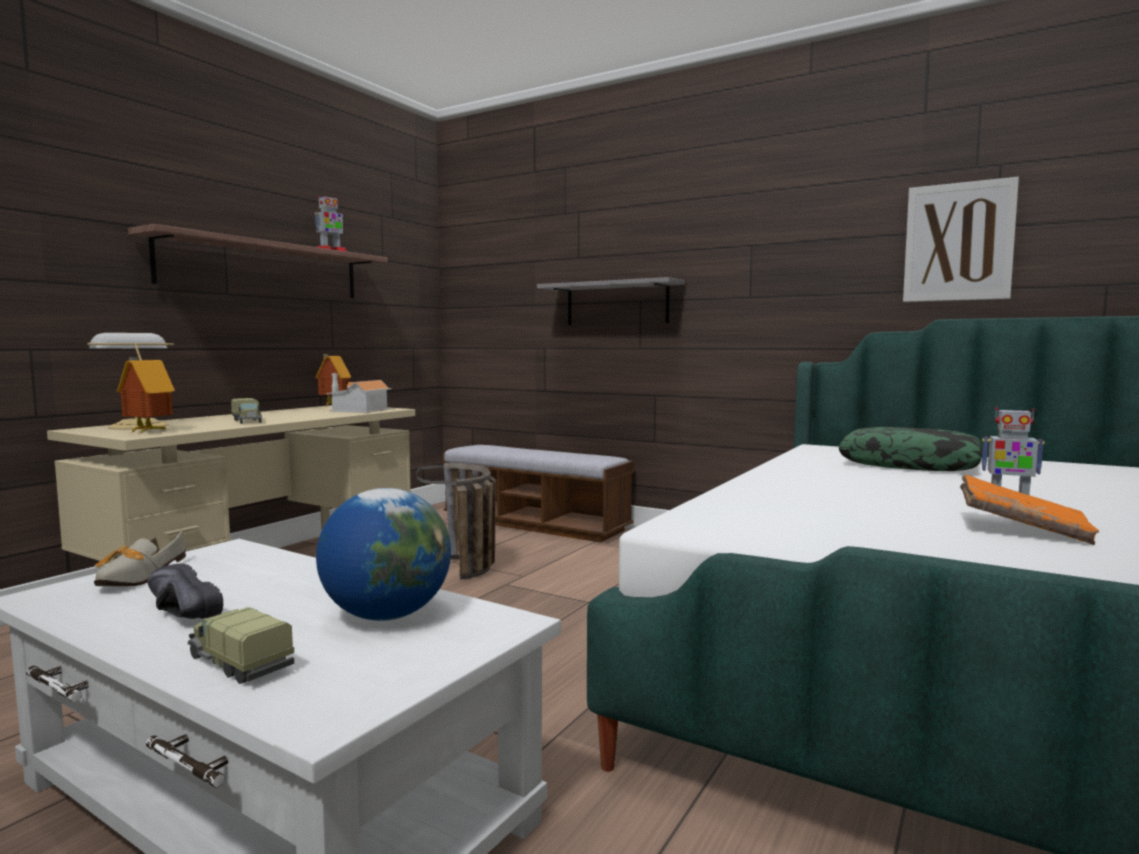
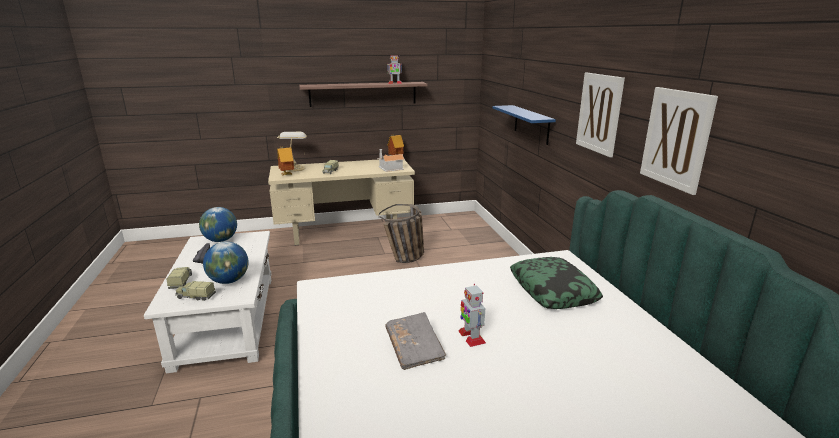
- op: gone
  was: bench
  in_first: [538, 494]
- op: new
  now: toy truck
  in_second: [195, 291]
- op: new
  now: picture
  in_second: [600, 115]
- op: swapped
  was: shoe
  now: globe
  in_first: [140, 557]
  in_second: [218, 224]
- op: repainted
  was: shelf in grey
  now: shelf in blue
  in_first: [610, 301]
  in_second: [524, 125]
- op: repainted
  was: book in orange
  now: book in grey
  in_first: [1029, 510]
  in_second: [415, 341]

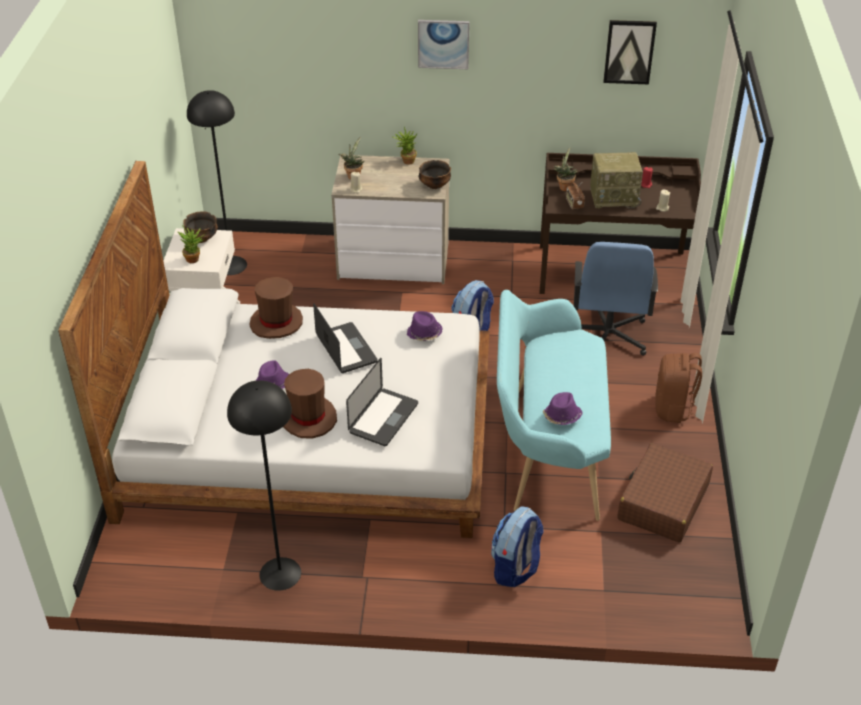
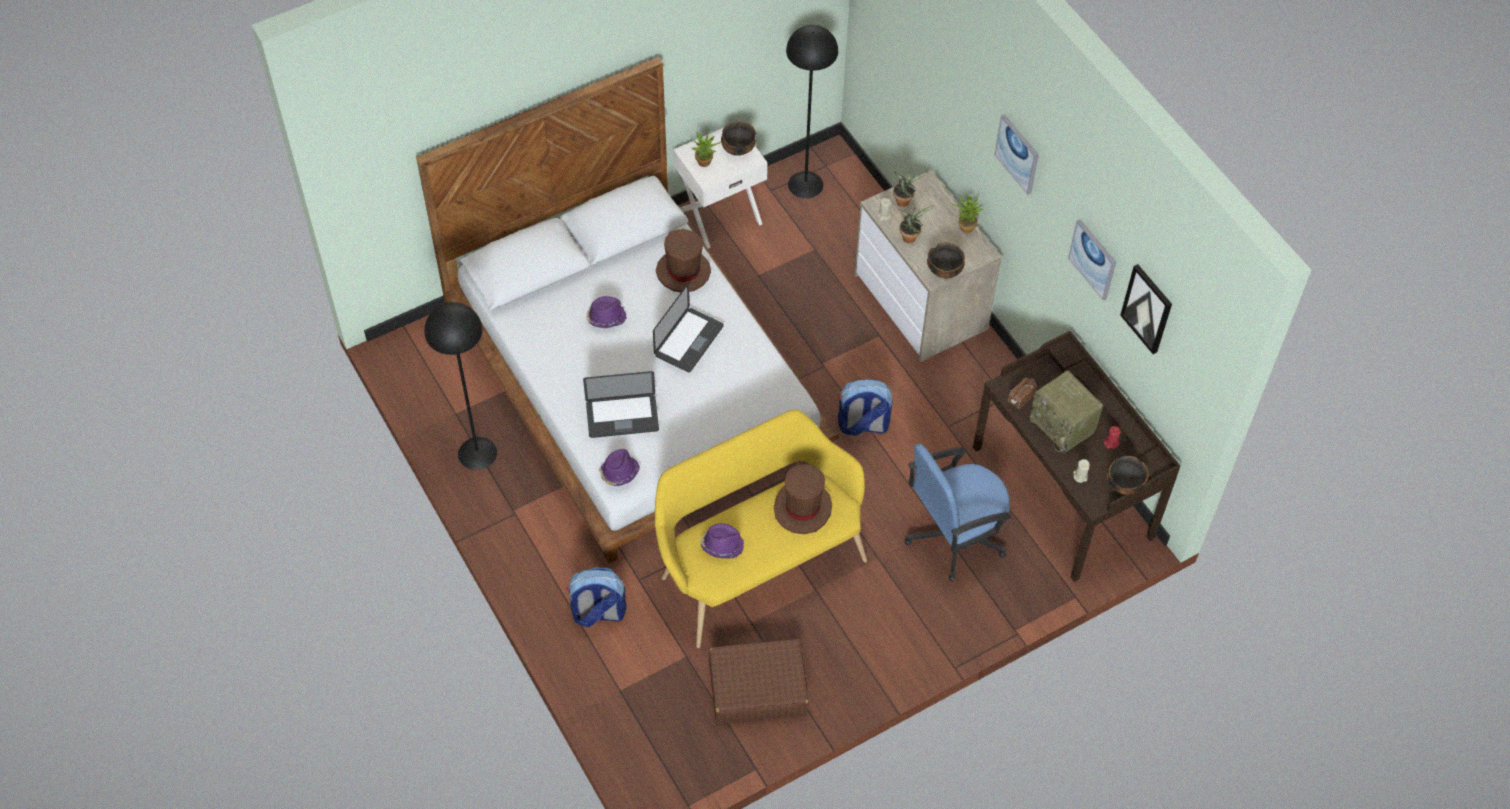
- op: gone
  was: backpack in brown
  in_first: [678, 388]
- op: new
  now: picture
  in_second: [1092, 260]
- op: new
  now: bowl
  in_second: [1127, 475]
- op: shifted
  was: hat in brown
  in_first: [310, 403]
  in_second: [803, 499]
- op: shifted
  was: hat in purple
  in_first: [425, 326]
  in_second: [619, 467]
- op: shifted
  was: potted plant
  in_first: [565, 169]
  in_second: [916, 224]
- op: repainted
  was: bench in turquoise
  now: bench in yellow
  in_first: [554, 405]
  in_second: [761, 529]

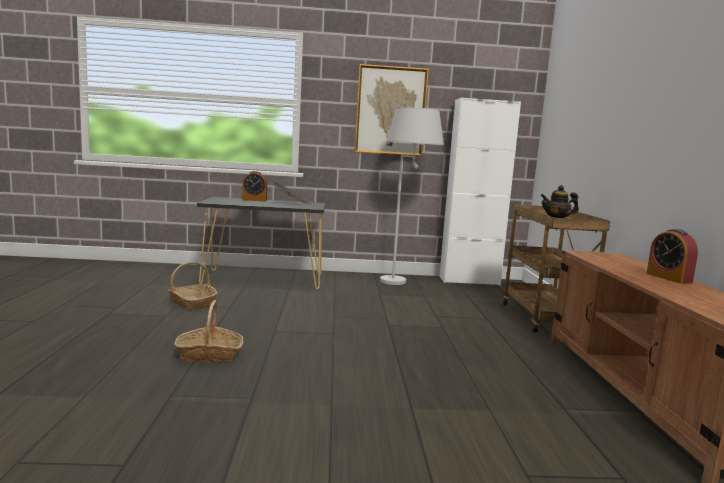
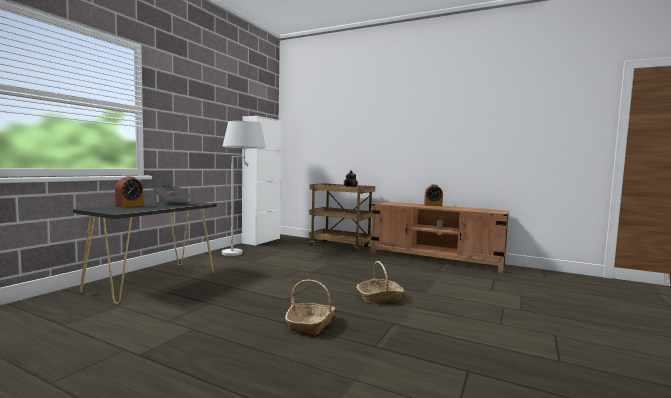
- op: gone
  was: picture
  in_first: [392, 110]
- op: shifted
  was: basket
  in_first: [192, 286]
  in_second: [380, 282]

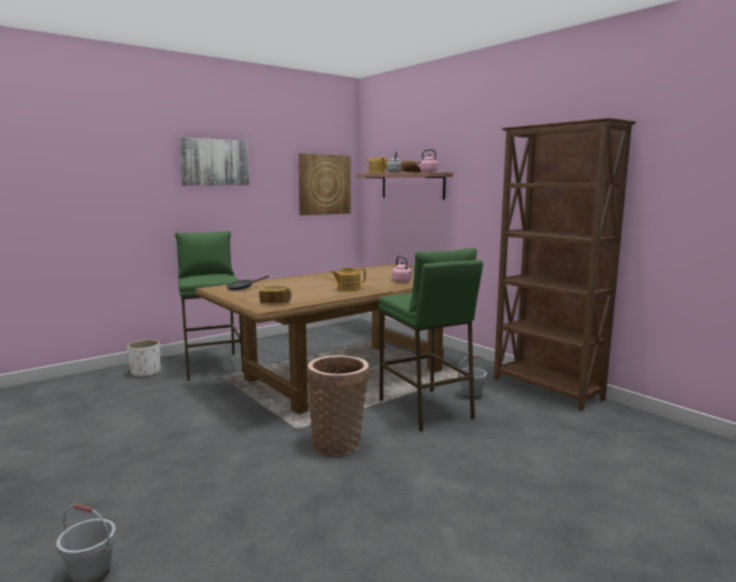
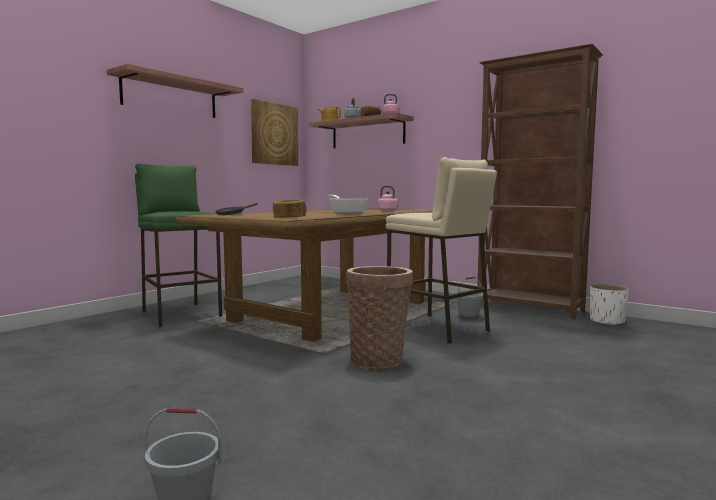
- op: shifted
  was: planter in white
  in_first: [144, 358]
  in_second: [609, 305]
- op: swapped
  was: picture
  now: shelf
  in_first: [214, 161]
  in_second: [175, 91]
- op: swapped
  was: teapot
  now: frying pan
  in_first: [348, 280]
  in_second: [347, 205]
- op: repainted
  was: stool in green
  now: stool in beige
  in_first: [430, 339]
  in_second: [441, 250]

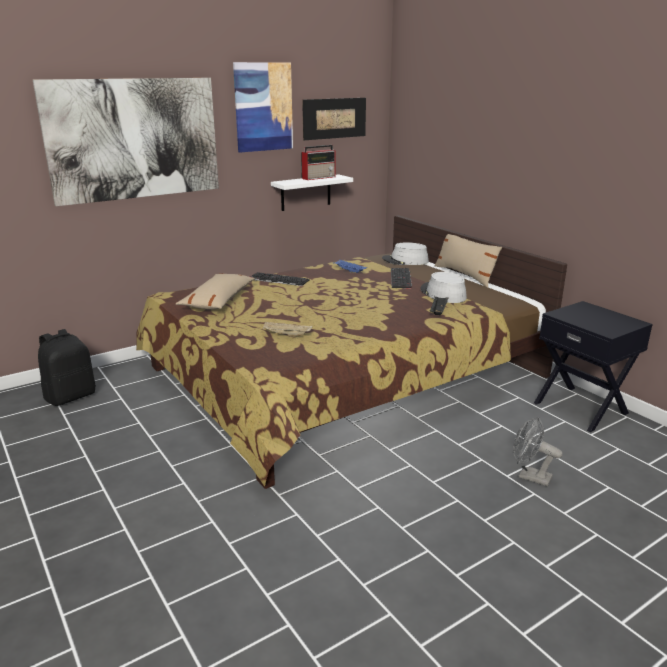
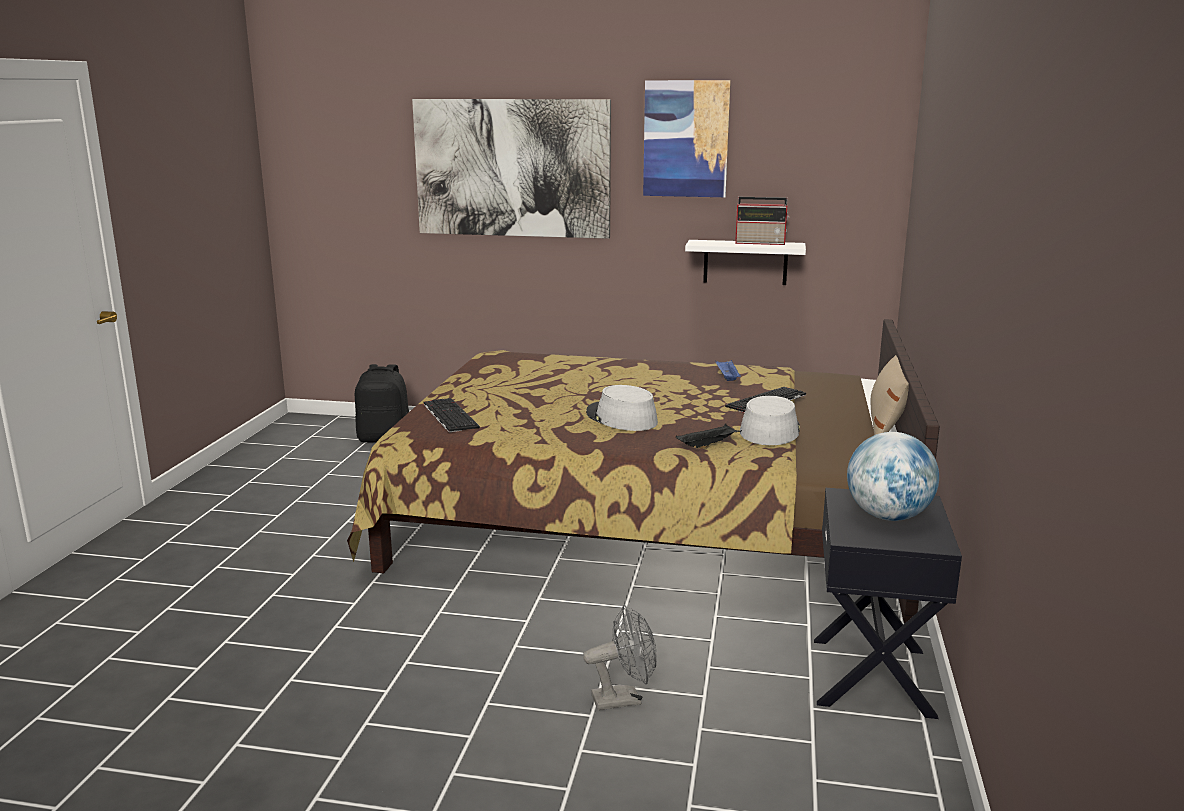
- op: gone
  was: pillow in beige
  in_first: [215, 292]
- op: gone
  was: tray in beige
  in_first: [288, 329]
- op: gone
  was: picture
  in_first: [334, 119]
- op: new
  now: globe
  in_second: [893, 476]
- op: shifted
  was: keyboard
  in_first: [280, 279]
  in_second: [452, 415]
- op: shifted
  was: hat in grey
  in_first: [405, 253]
  in_second: [622, 408]
- op: rotated
  was: fan in grey
  in_first: [538, 451]
  in_second: [620, 657]
  clockwise: 90

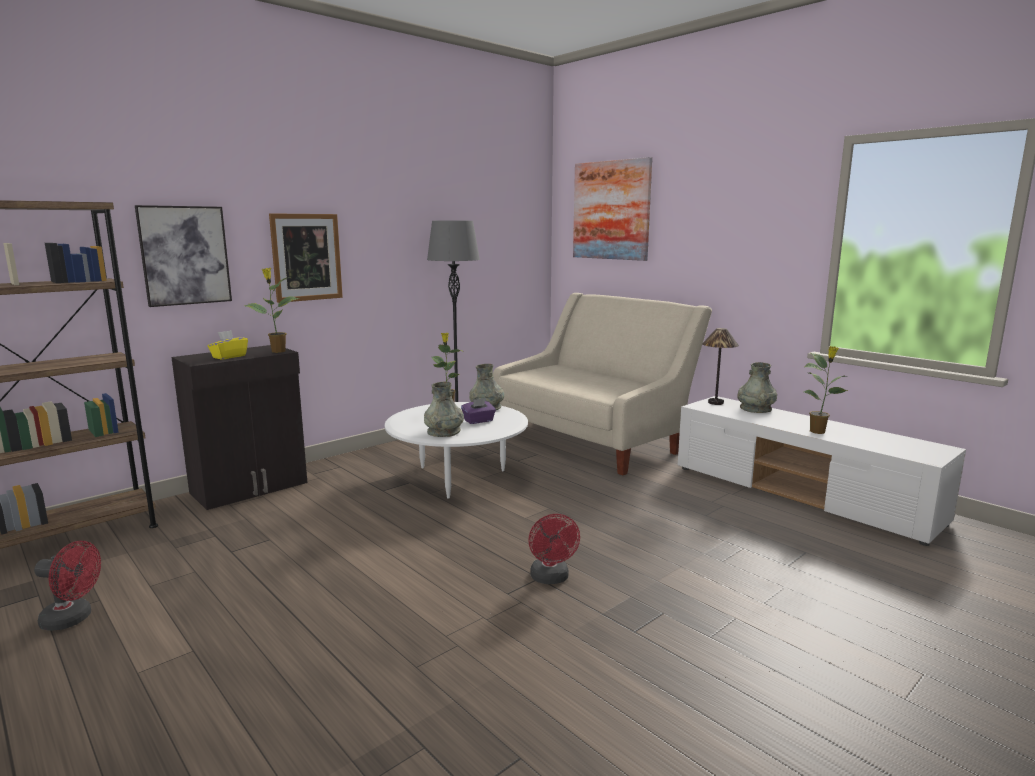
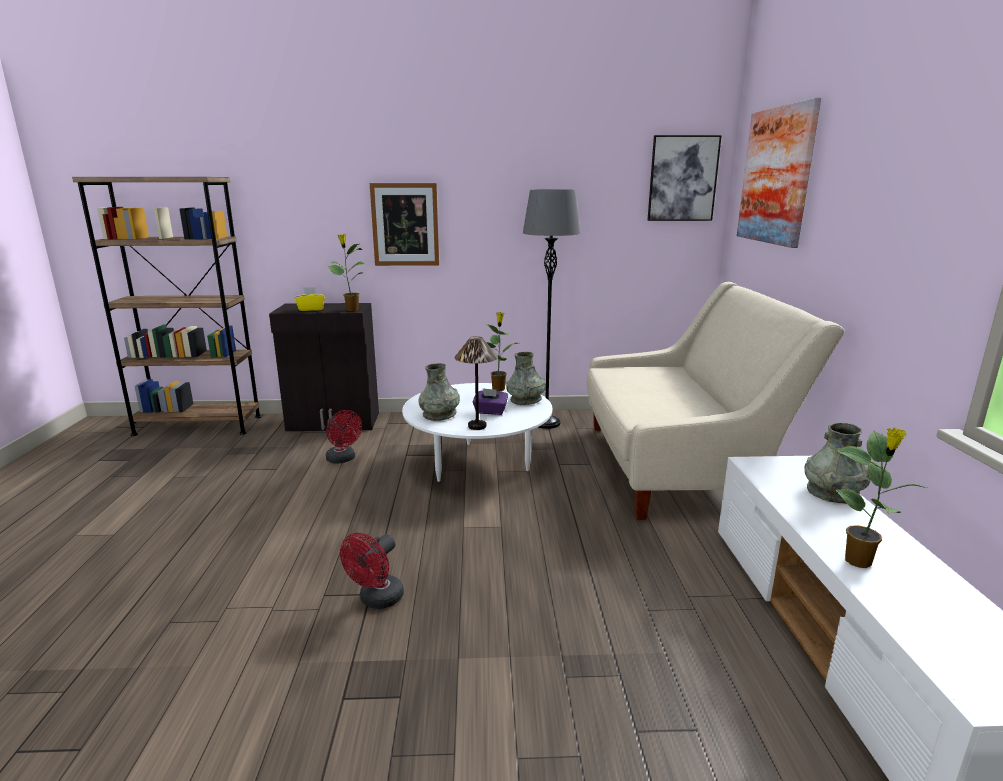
- op: shifted
  was: fan in red
  in_first: [67, 586]
  in_second: [344, 437]
- op: shifted
  was: picture
  in_first: [183, 256]
  in_second: [684, 178]
- op: shifted
  was: table lamp
  in_first: [720, 366]
  in_second: [476, 383]

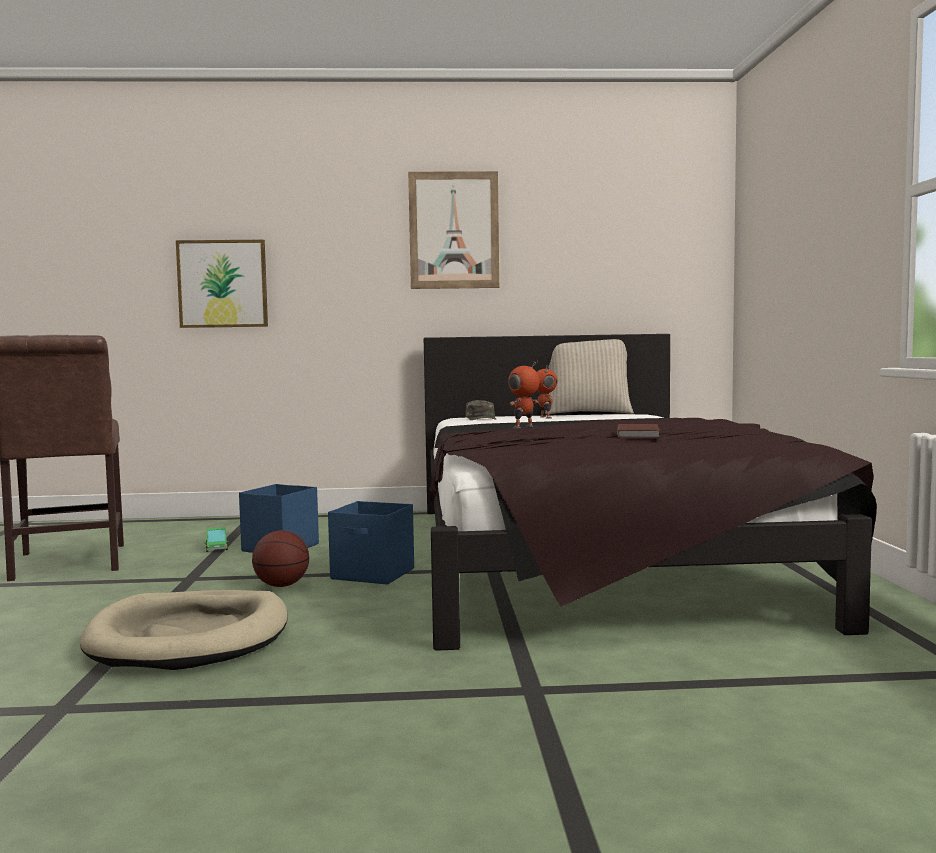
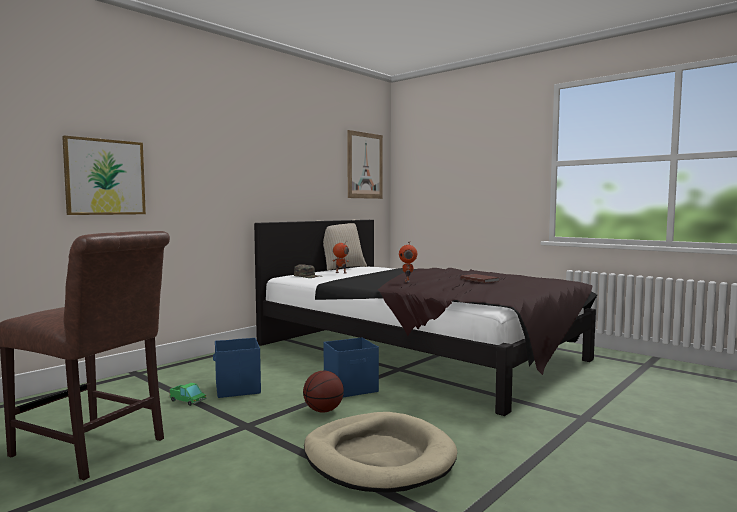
- op: shifted
  was: picture
  in_first: [453, 230]
  in_second: [365, 164]

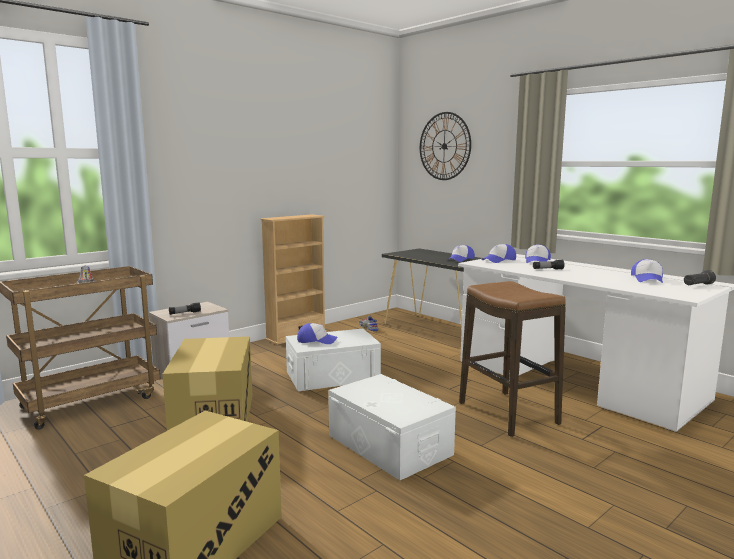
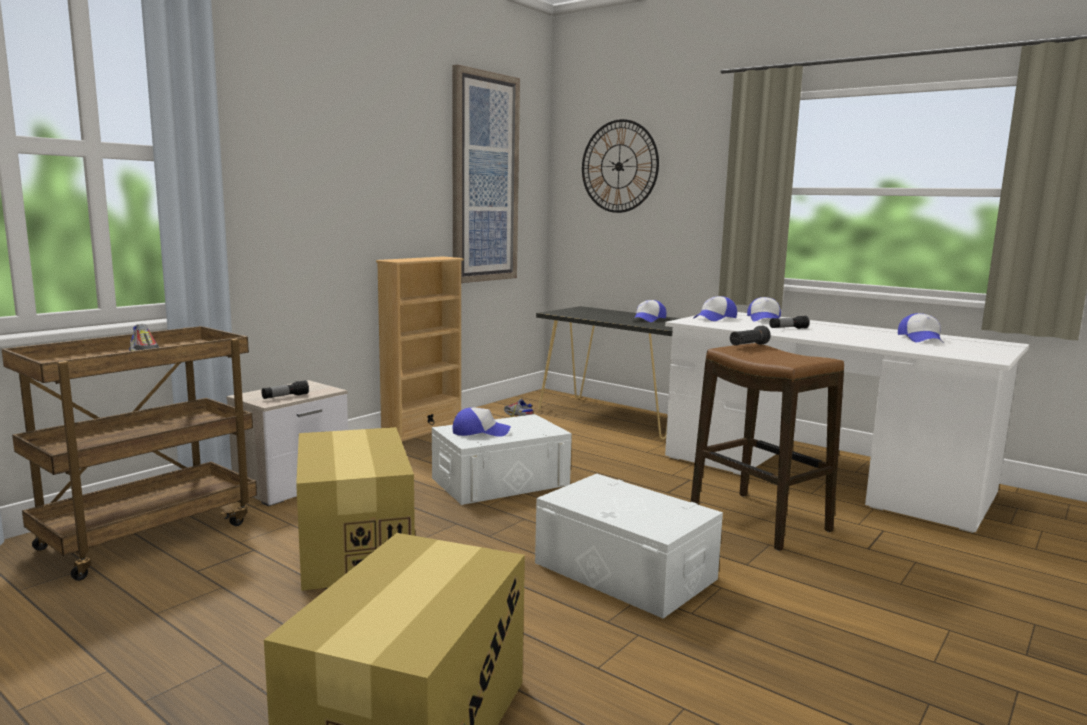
- op: new
  now: picture
  in_second: [486, 173]
- op: shifted
  was: flashlight in black
  in_first: [700, 277]
  in_second: [750, 336]

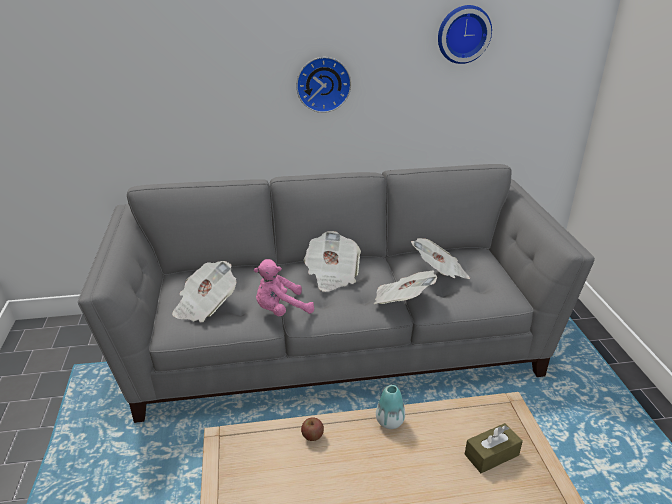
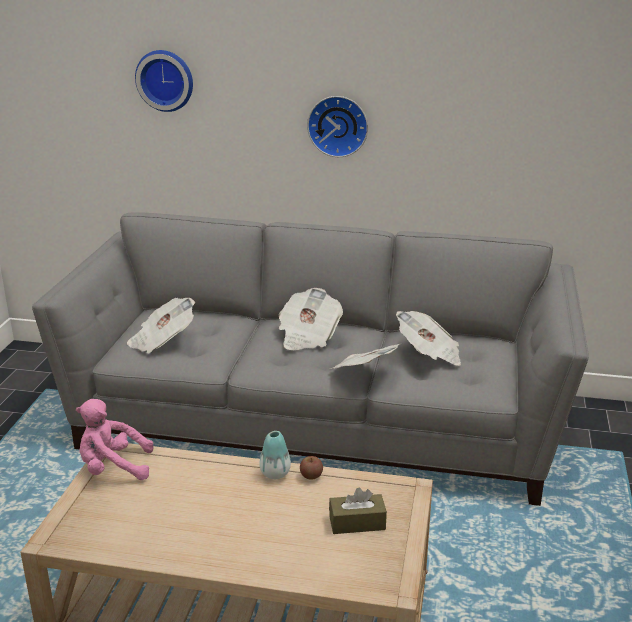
- op: shifted
  was: plush toy in pink
  in_first: [284, 287]
  in_second: [115, 439]
- op: shifted
  was: apple
  in_first: [312, 429]
  in_second: [311, 468]
- op: shifted
  was: wall clock
  in_first: [465, 34]
  in_second: [164, 81]

